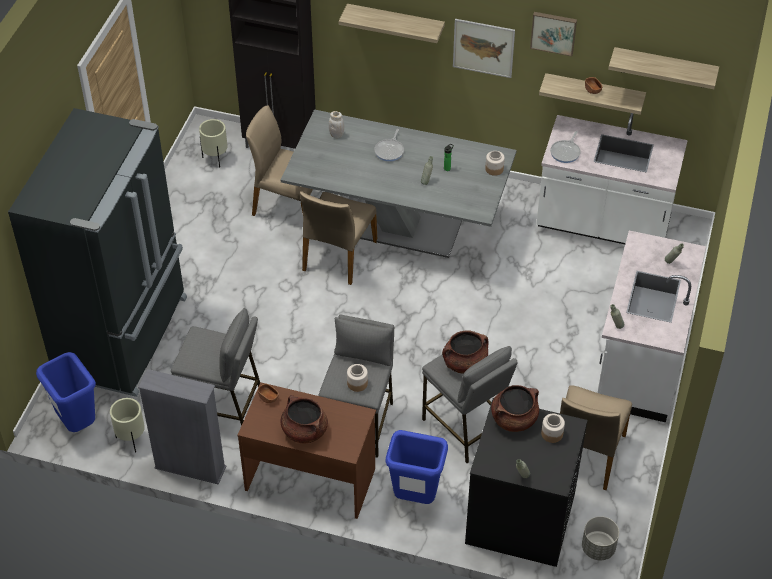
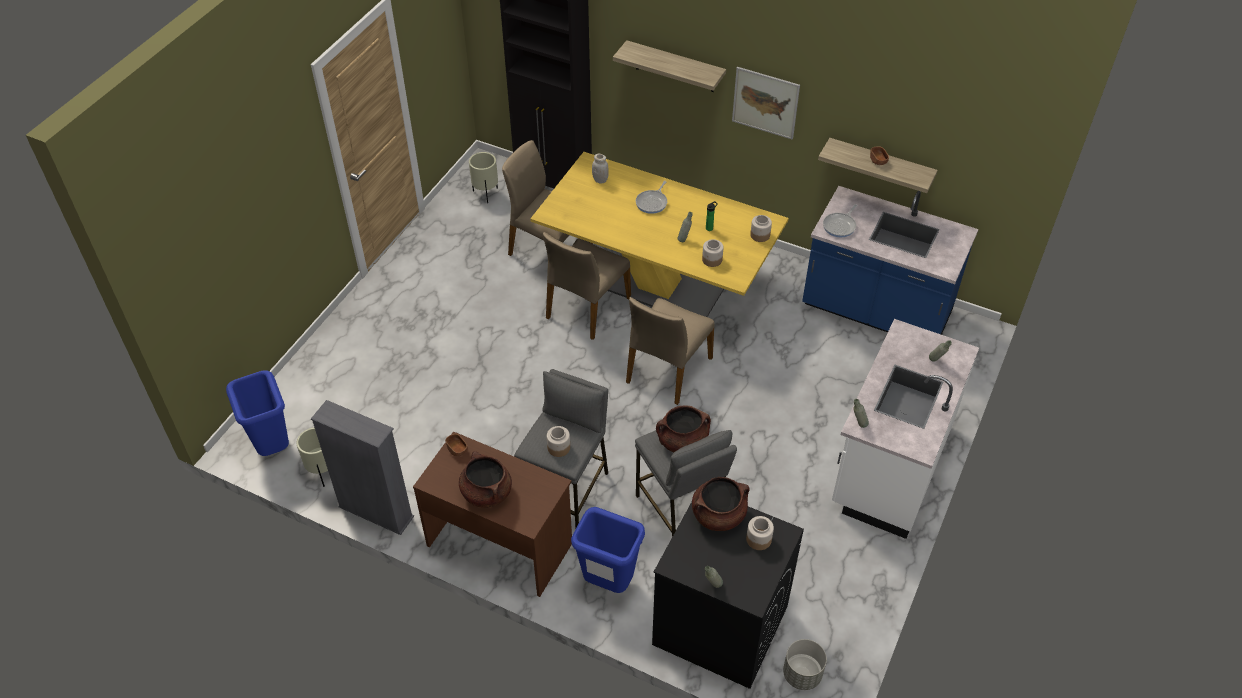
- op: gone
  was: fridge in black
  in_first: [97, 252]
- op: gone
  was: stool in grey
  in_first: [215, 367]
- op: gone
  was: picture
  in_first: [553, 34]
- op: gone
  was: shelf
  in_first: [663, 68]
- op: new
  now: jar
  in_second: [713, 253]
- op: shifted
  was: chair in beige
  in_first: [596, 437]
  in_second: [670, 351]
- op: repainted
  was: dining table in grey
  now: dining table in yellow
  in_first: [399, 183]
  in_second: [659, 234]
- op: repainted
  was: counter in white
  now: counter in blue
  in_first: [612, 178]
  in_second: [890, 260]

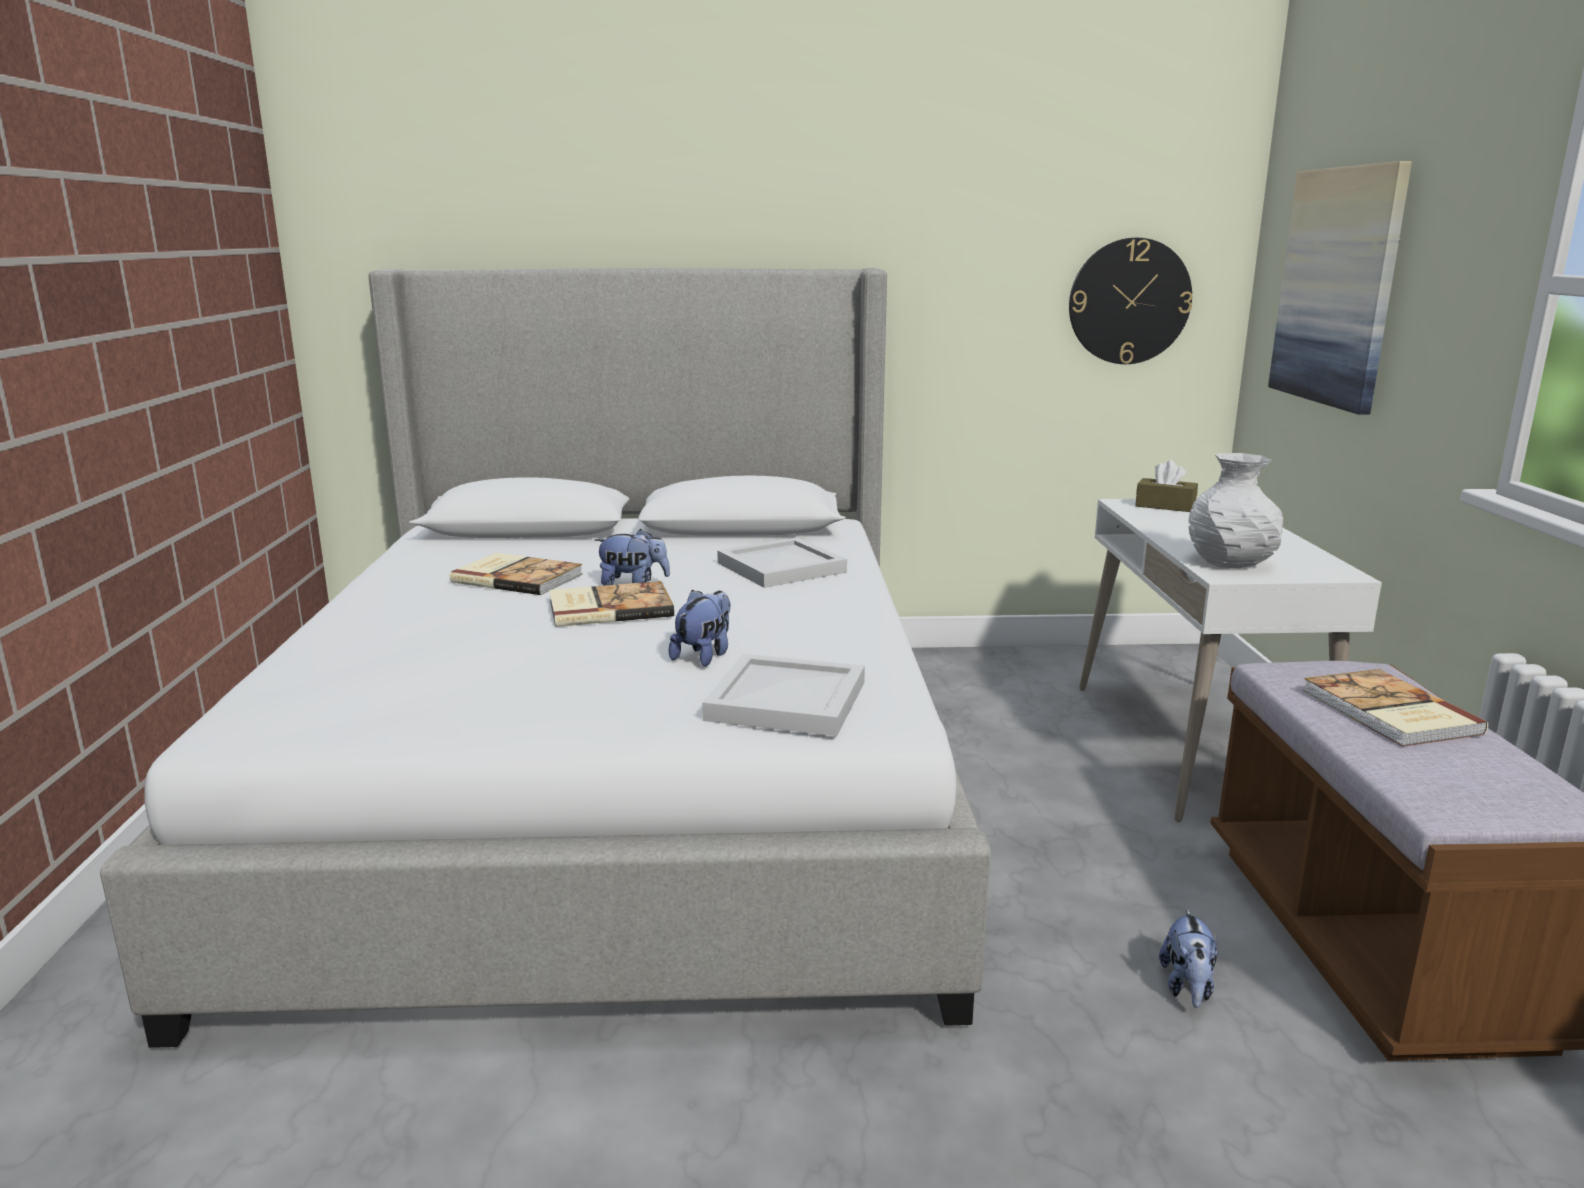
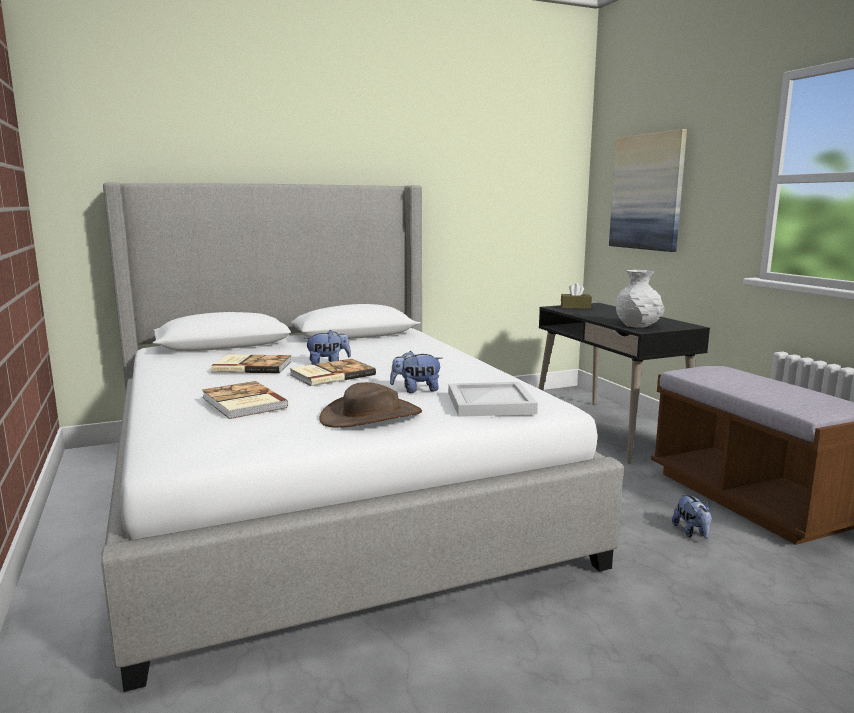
- op: gone
  was: tray in white
  in_first: [782, 562]
- op: gone
  was: wall clock
  in_first: [1131, 301]
- op: new
  now: hat in brown
  in_second: [370, 405]
- op: shifted
  was: book
  in_first: [1395, 708]
  in_second: [245, 400]
- op: repainted
  was: desk in white
  now: desk in black
  in_first: [1230, 660]
  in_second: [624, 383]
- op: rotated
  was: plush toy
  in_first: [700, 628]
  in_second: [416, 372]
  clockwise: -105

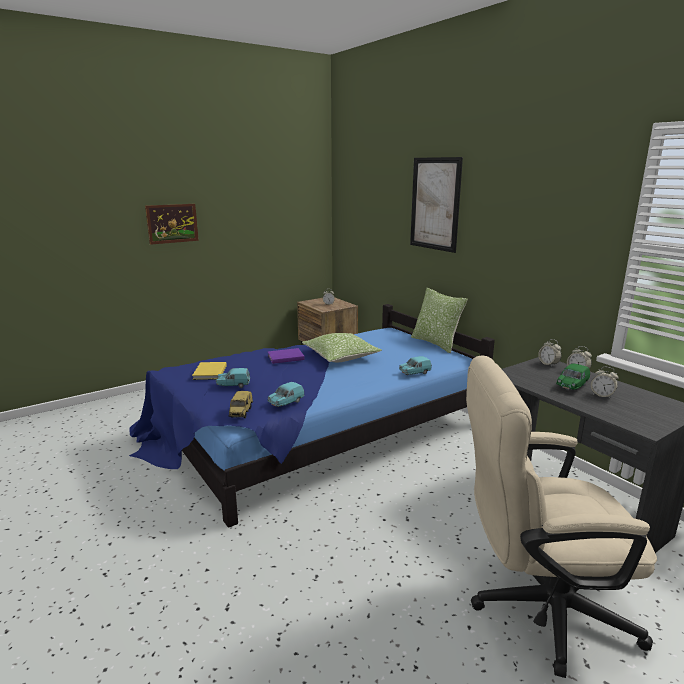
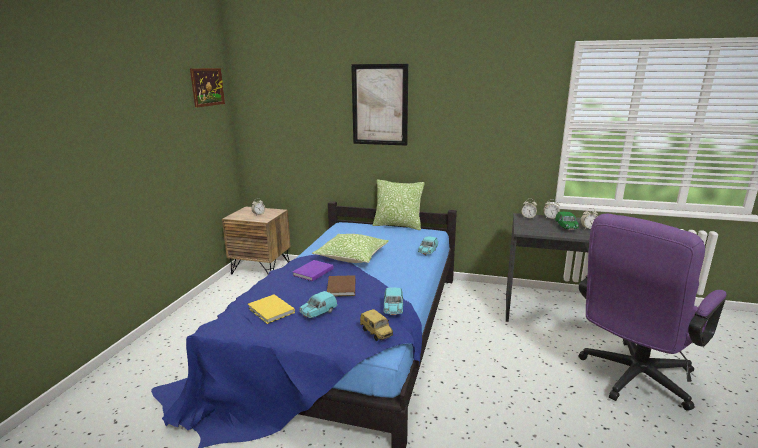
- op: new
  now: book in brown
  in_second: [341, 286]
- op: shifted
  was: picture
  in_first: [172, 224]
  in_second: [207, 87]
- op: repainted
  was: office chair in beige
  now: office chair in purple
  in_first: [561, 516]
  in_second: [652, 312]

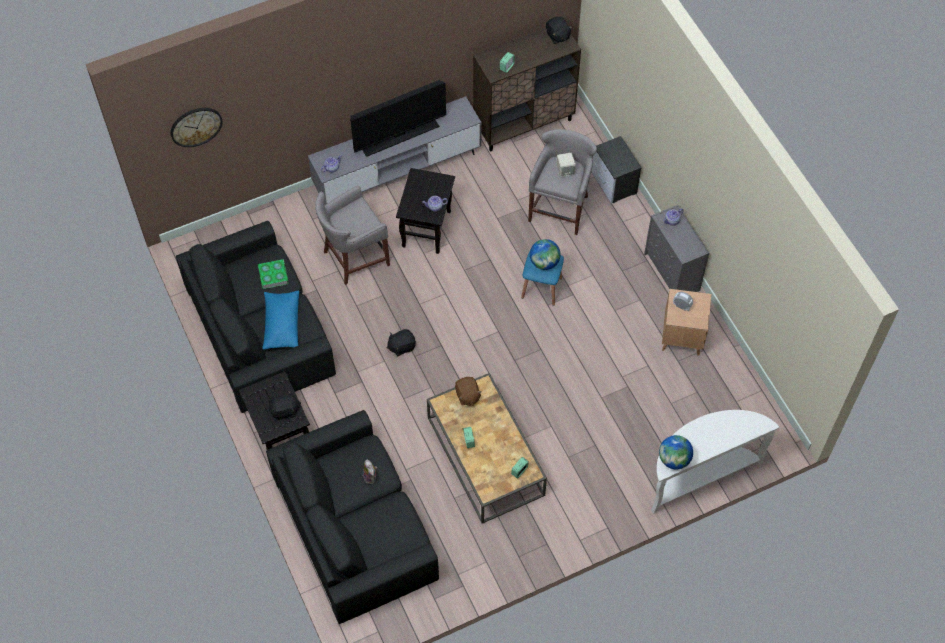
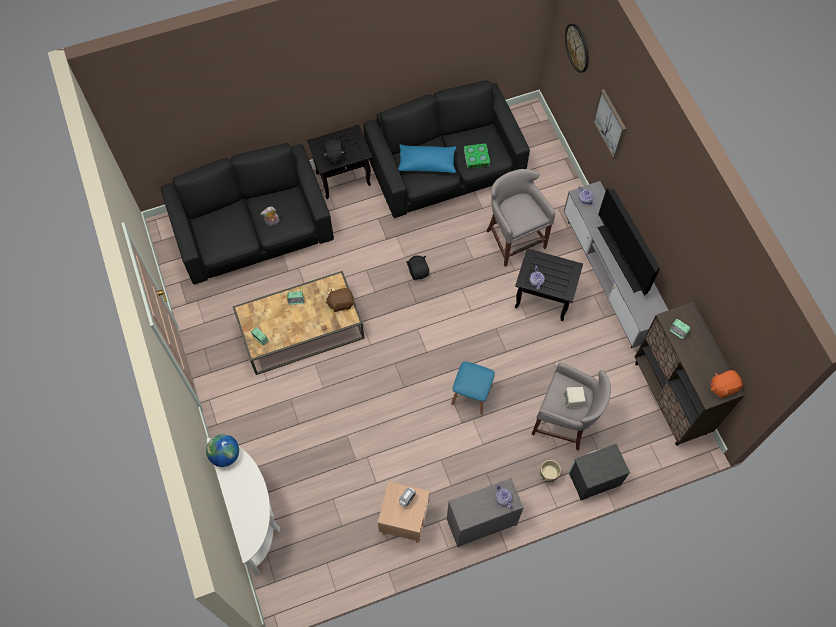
- op: gone
  was: globe
  in_first: [545, 254]
- op: new
  now: planter in beige
  in_second: [550, 472]
- op: new
  now: picture
  in_second: [609, 124]
- op: repainted
  was: plush toy in black
  now: plush toy in orange
  in_first: [559, 30]
  in_second: [727, 384]

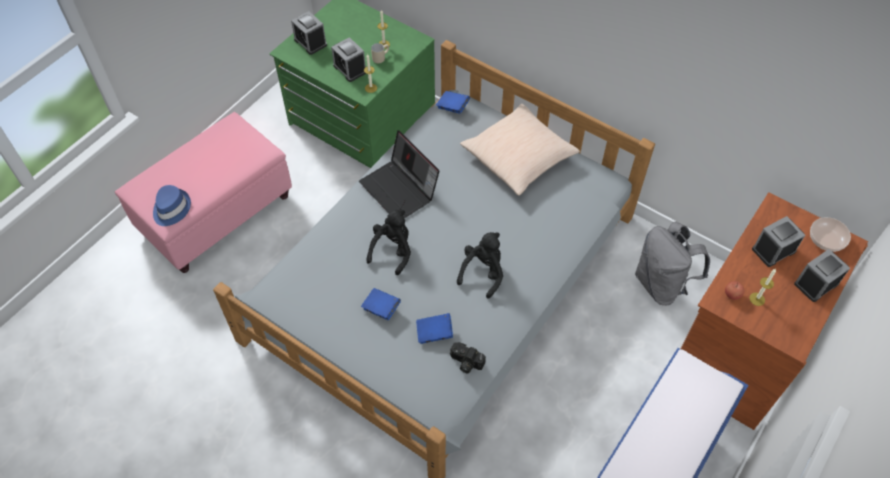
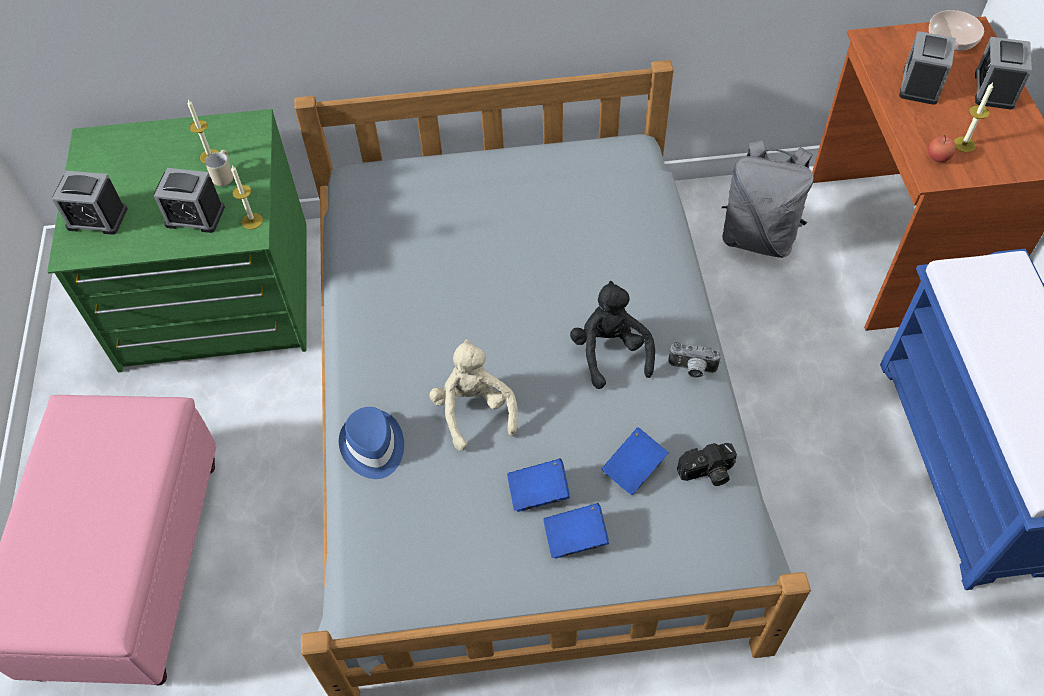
- op: gone
  was: laptop
  in_first: [399, 174]
- op: gone
  was: pillow in beige
  in_first: [520, 150]
- op: new
  now: photo camera
  in_second: [694, 360]
- op: shifted
  was: hat in blue
  in_first: [172, 205]
  in_second: [371, 443]
- op: shifted
  was: book in blue
  in_first: [453, 102]
  in_second: [576, 531]
- op: repainted
  was: plush toy in black
  now: plush toy in beige
  in_first: [388, 242]
  in_second: [473, 395]

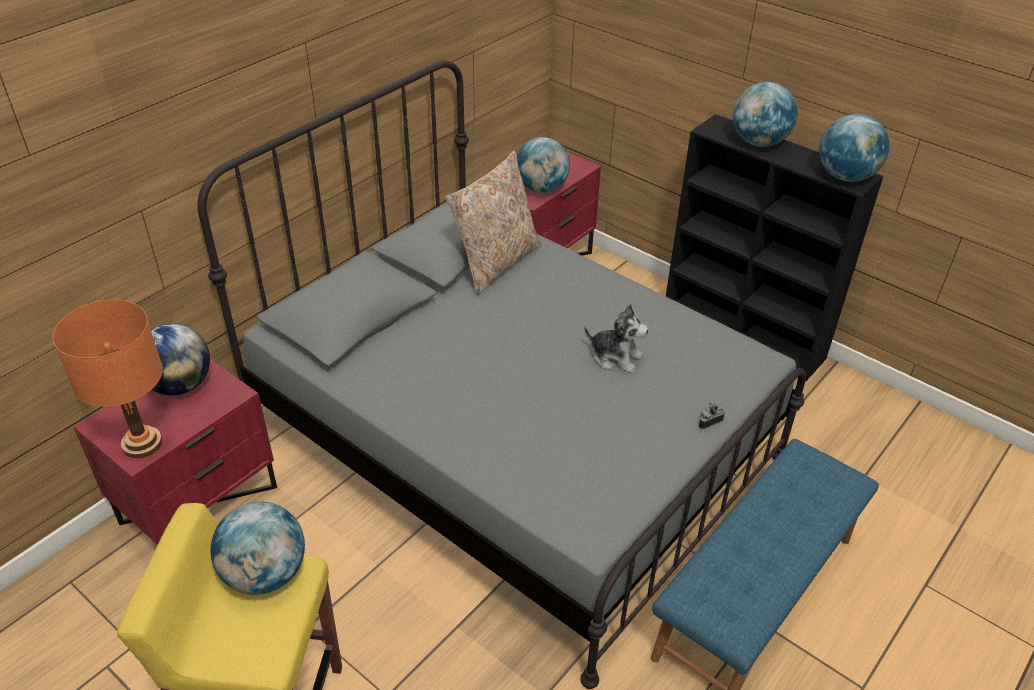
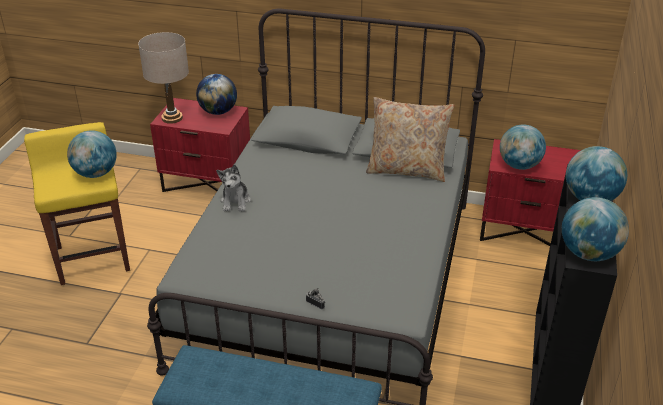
- op: shifted
  was: plush toy
  in_first: [616, 338]
  in_second: [233, 187]
- op: repainted
  was: table lamp in orange
  now: table lamp in beige
  in_first: [107, 379]
  in_second: [163, 78]

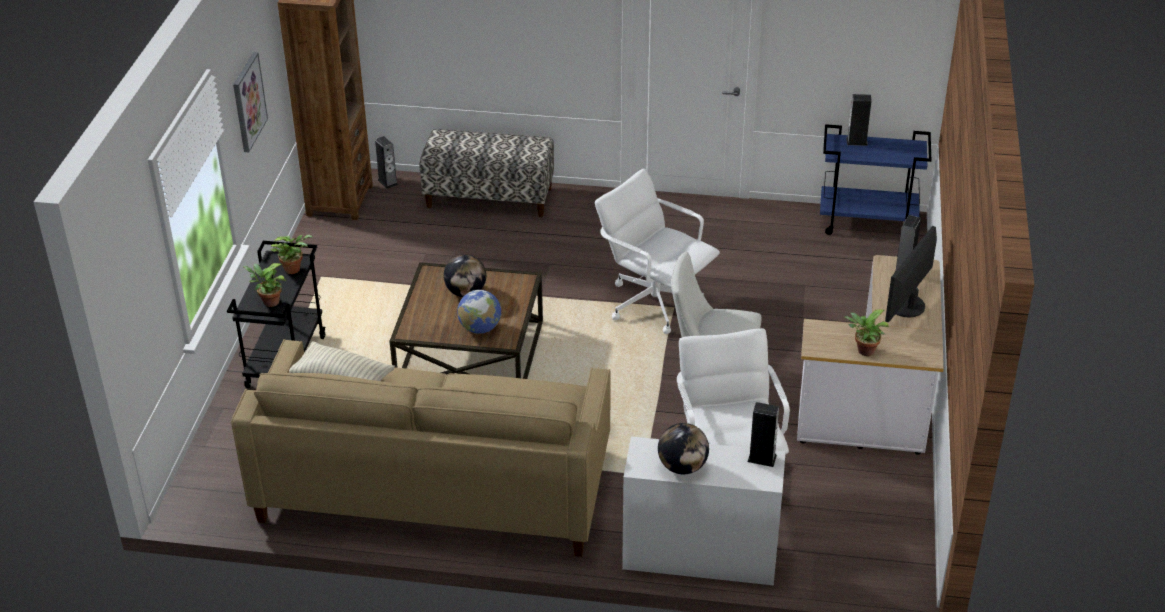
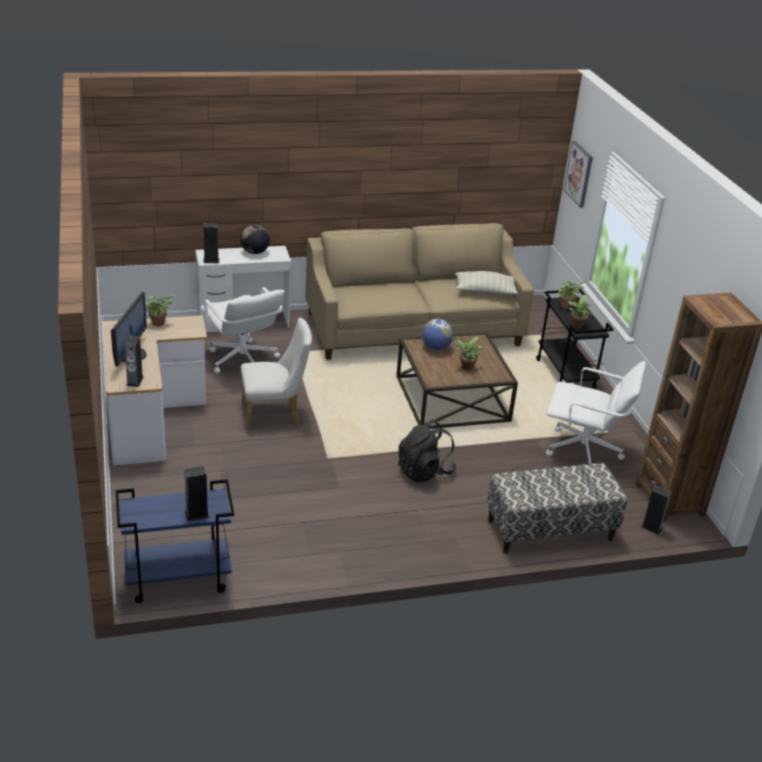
- op: new
  now: backpack in black
  in_second: [427, 451]
- op: shifted
  was: picture
  in_first: [250, 102]
  in_second: [578, 174]
- op: shifted
  was: office chair in white
  in_first: [657, 251]
  in_second: [596, 412]
- op: swapped
  was: globe
  now: potted plant
  in_first: [464, 275]
  in_second: [468, 353]

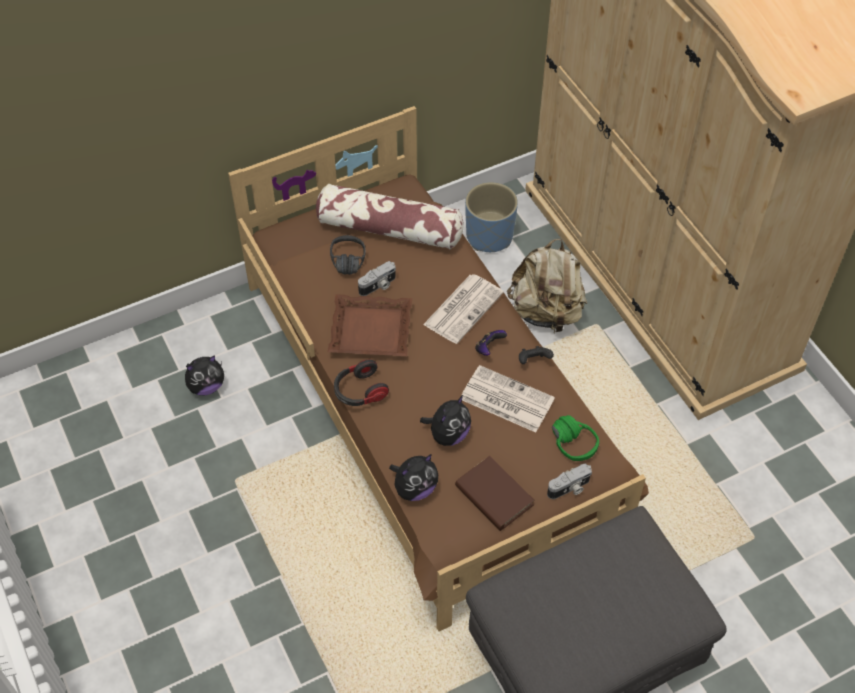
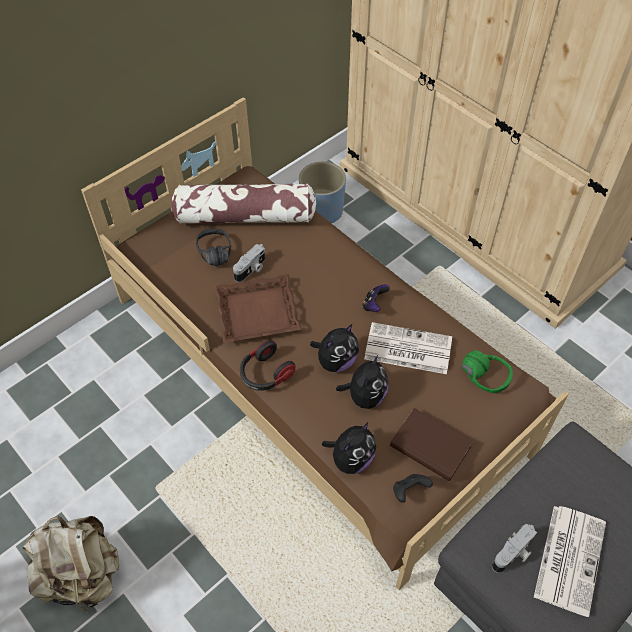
- op: shifted
  was: plush toy
  in_first: [204, 375]
  in_second: [334, 348]
- op: shifted
  was: newspaper
  in_first: [463, 309]
  in_second: [570, 561]
- op: shifted
  was: backpack in beige
  in_first: [547, 287]
  in_second: [71, 564]
- op: shifted
  was: game controller in black
  in_first: [536, 355]
  in_second: [413, 488]
- op: shifted
  was: photo camera
  in_first: [569, 481]
  in_second: [514, 548]

